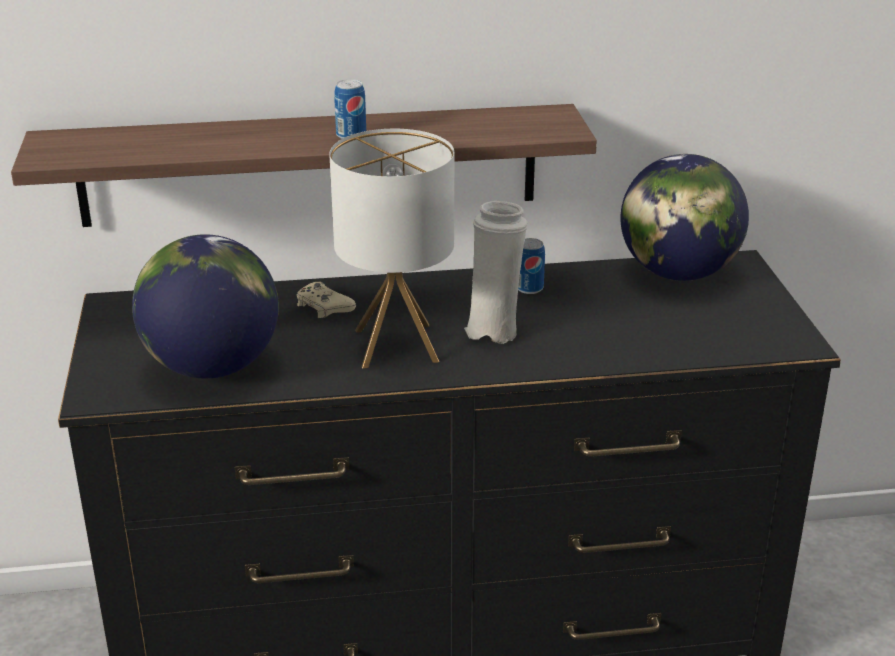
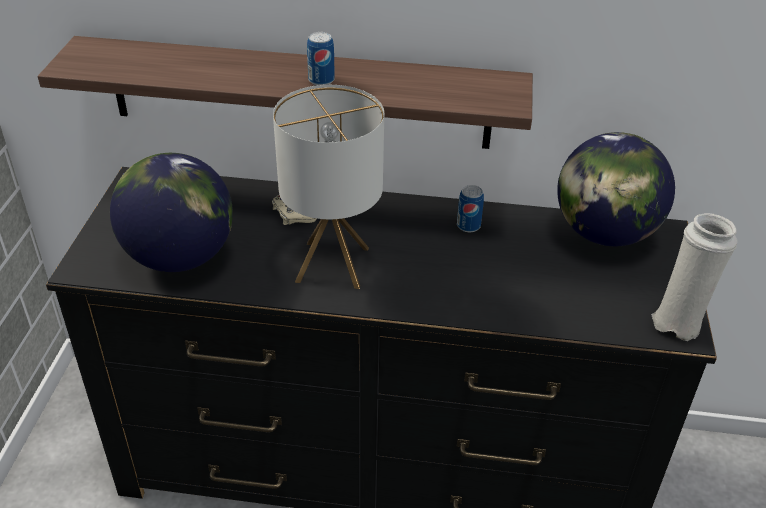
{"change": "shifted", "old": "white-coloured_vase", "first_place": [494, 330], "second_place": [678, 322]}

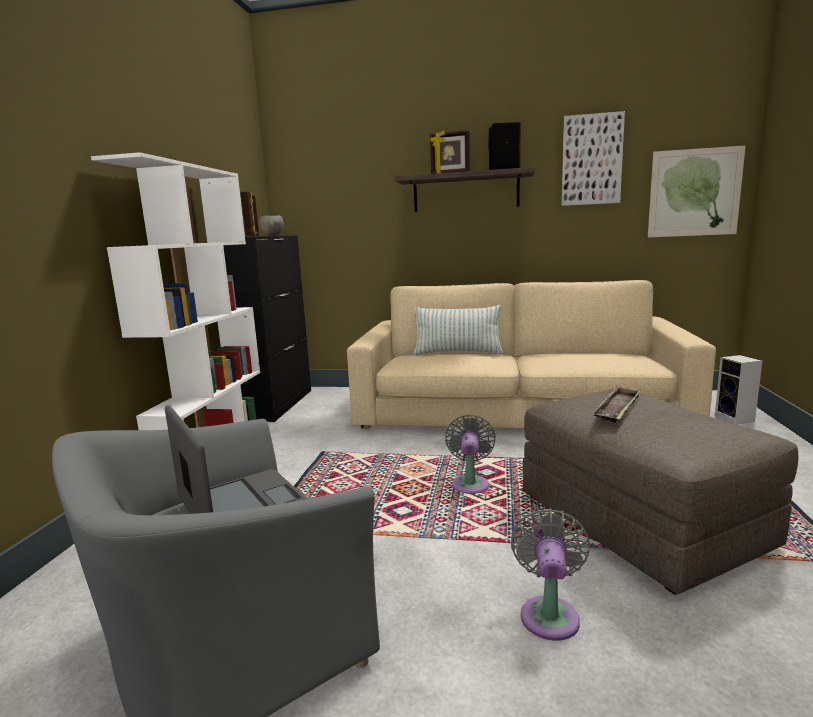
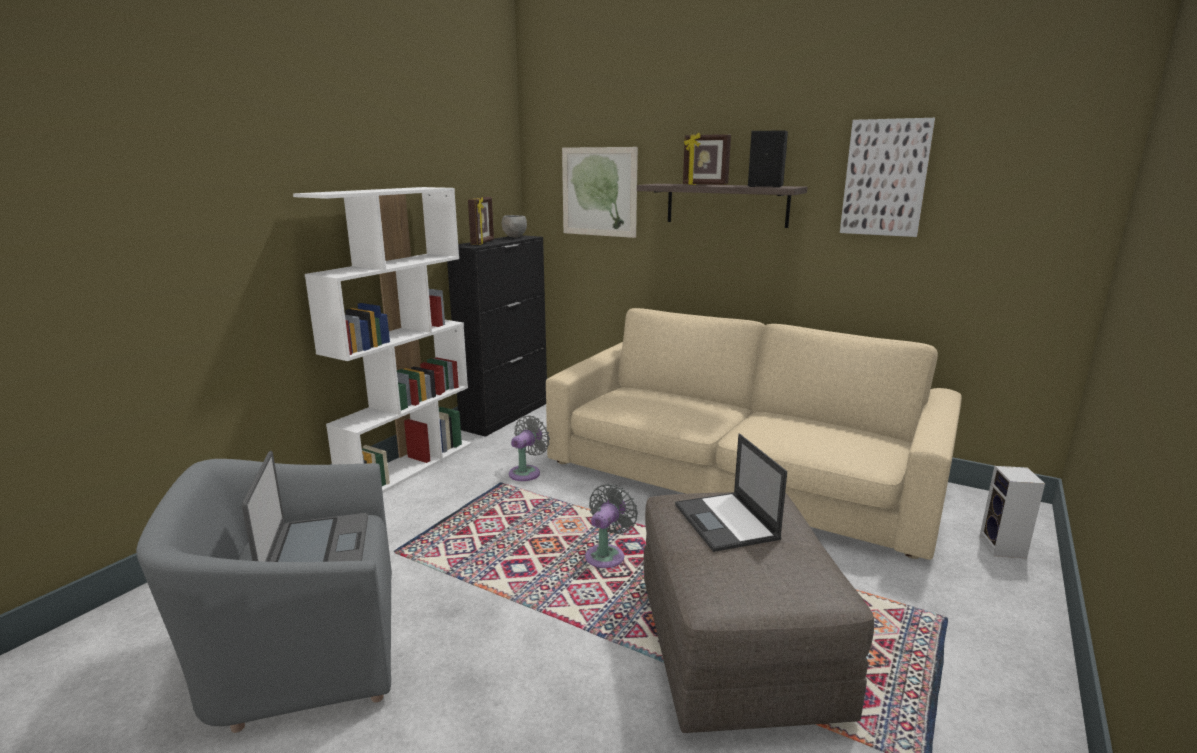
{"change": "shifted", "old": "wall_picture", "first_place": [694, 193], "second_place": [599, 192]}
{"change": "gone", "old": "cushion", "first_place": [458, 353]}
{"change": "swapped", "old": "serving_tray", "new": "laptop", "first_place": [617, 409], "second_place": [727, 522]}
{"change": "shifted", "old": "greyish_electric_fan", "first_place": [549, 613], "second_place": [527, 472]}

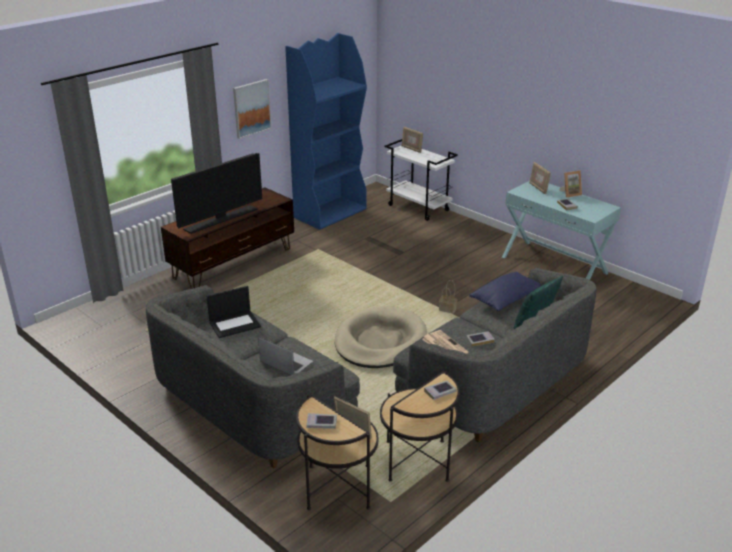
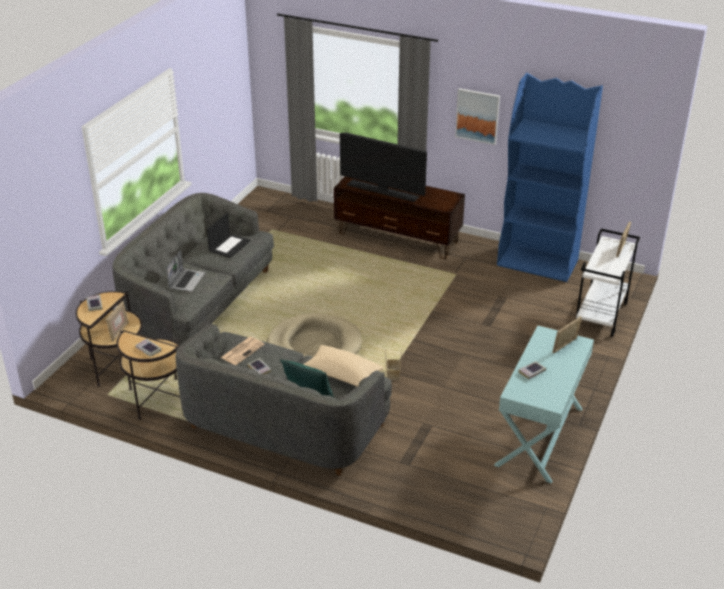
{"change": "gone", "old": "photo_frame", "first_place": [570, 194]}
{"change": "repainted", "old": "bluish_cushion", "new": "sand-coloured_cushion", "first_place": [506, 299], "second_place": [342, 375]}
{"change": "rotated", "old": "laptop", "first_place": [235, 324], "second_place": [229, 245], "degrees": -105}

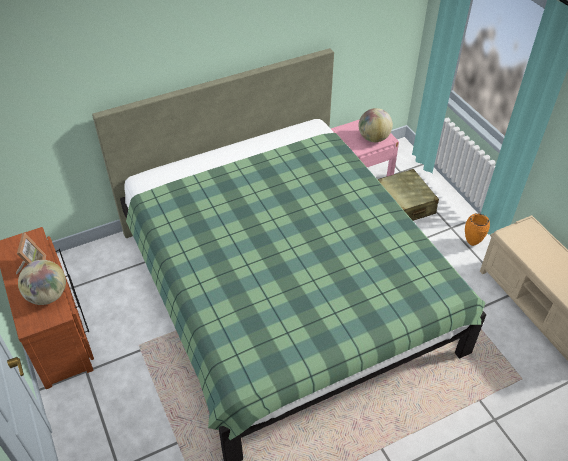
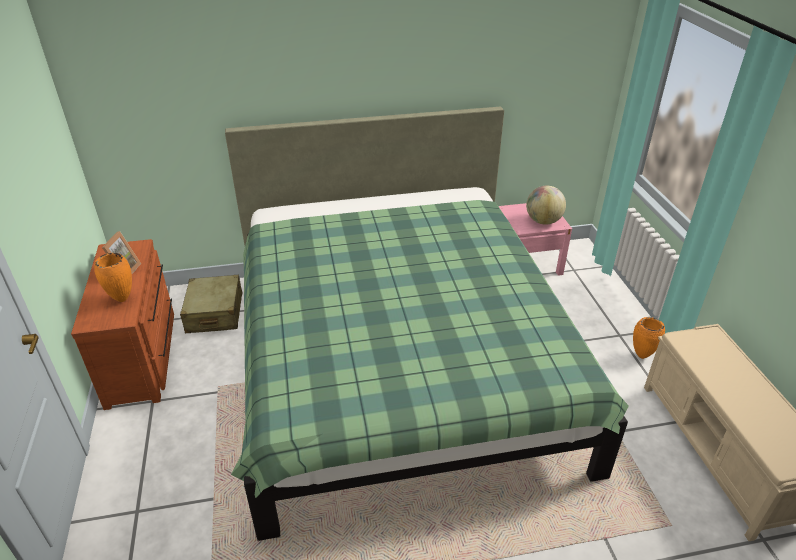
{"change": "shifted", "old": "sand-coloured_travel_case", "first_place": [405, 204], "second_place": [215, 313]}
{"change": "swapped", "old": "desk_globe", "new": "orange_vase", "first_place": [47, 296], "second_place": [122, 300]}

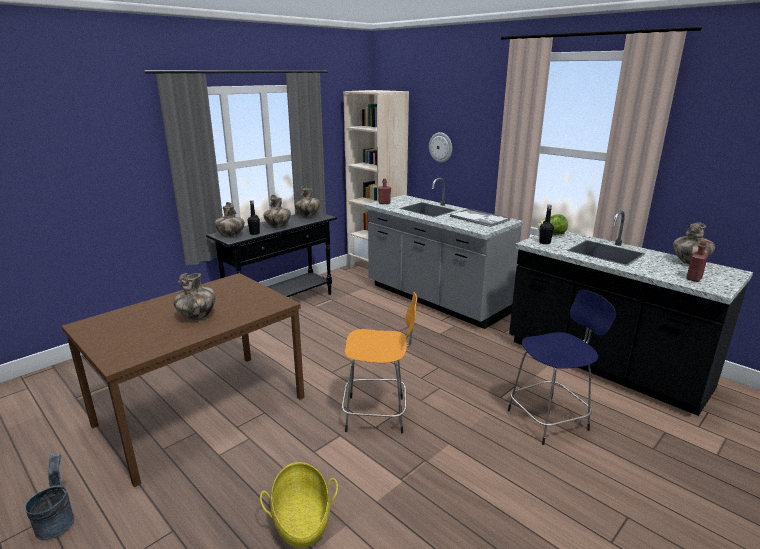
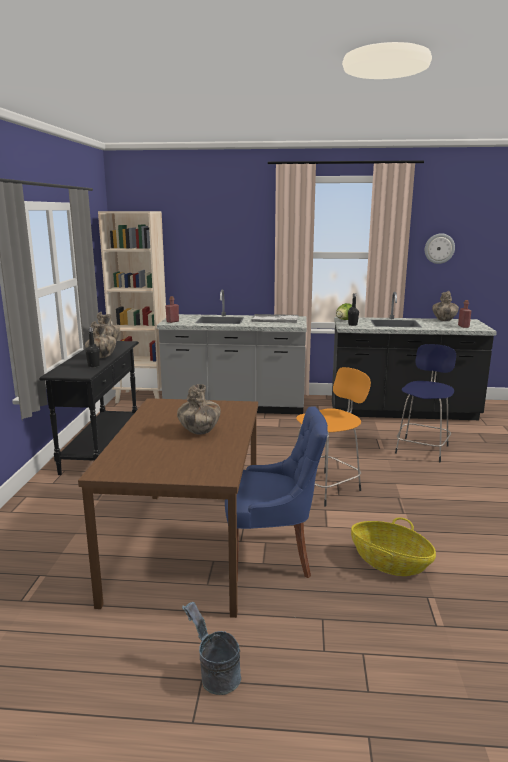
{"change": "shifted", "old": "clock_on_the_wall", "first_place": [441, 147], "second_place": [439, 248]}
{"change": "gone", "old": "vase", "first_place": [231, 236]}
{"change": "new", "new": "bluish_upright_chair", "second_place": [272, 555]}

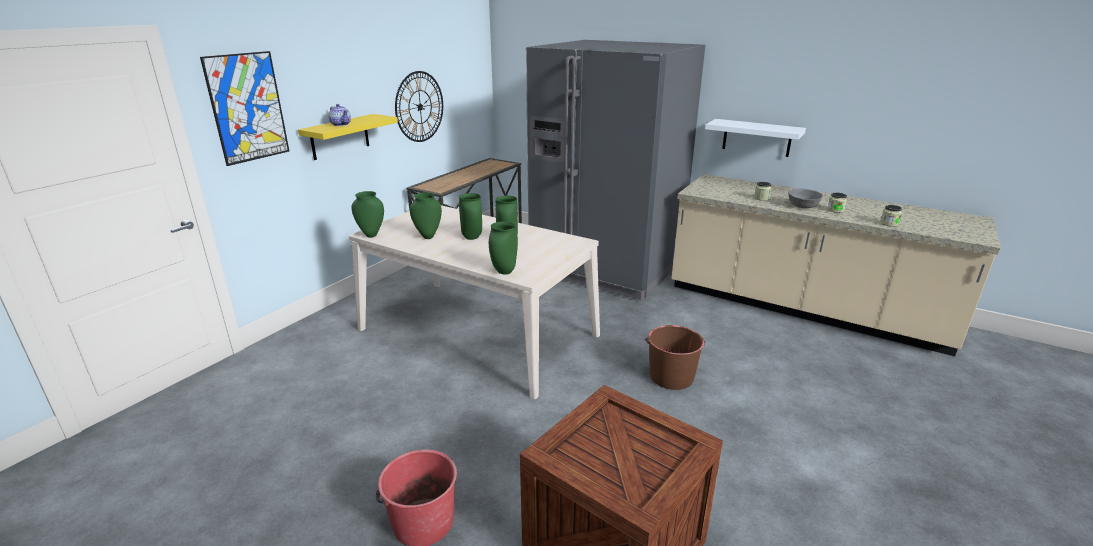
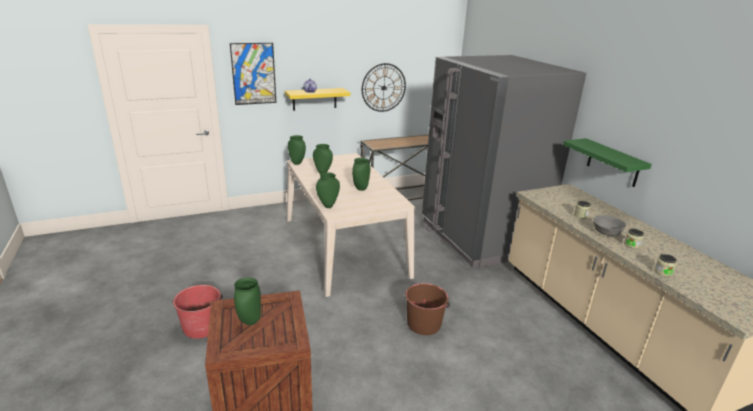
{"change": "repainted", "old": "white-coloured_bracket_shelf", "new": "greenish_bracket_shelf", "first_place": [756, 137], "second_place": [613, 163]}
{"change": "shifted", "old": "greenish_vase", "first_place": [471, 237], "second_place": [249, 321]}

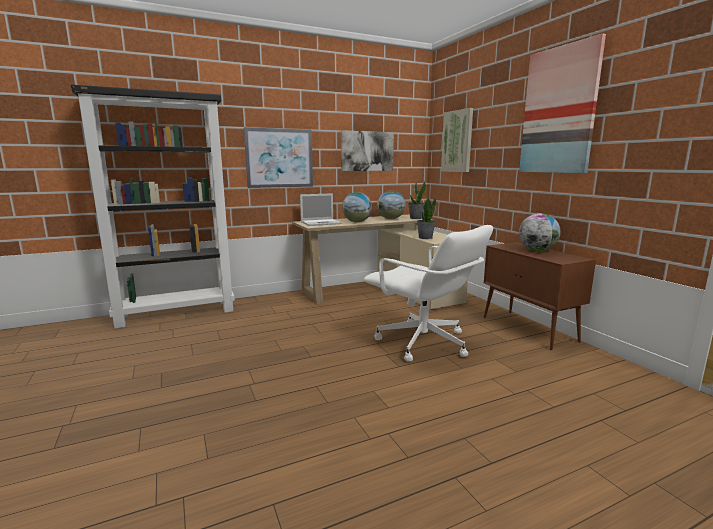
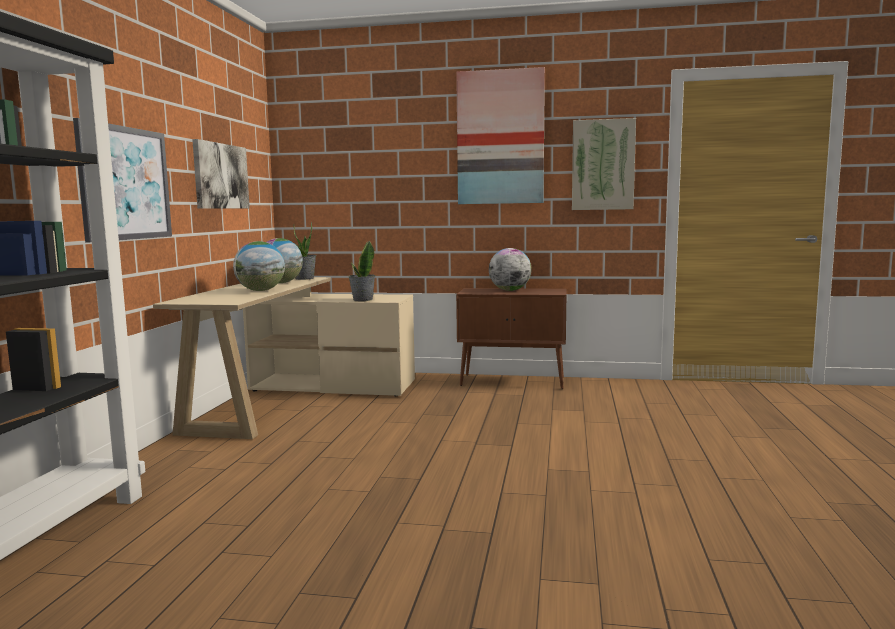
{"change": "shifted", "old": "wall_picture", "first_place": [457, 141], "second_place": [603, 165]}
{"change": "gone", "old": "laptop", "first_place": [321, 223]}
{"change": "gone", "old": "white-coloured_office_chair", "first_place": [423, 343]}

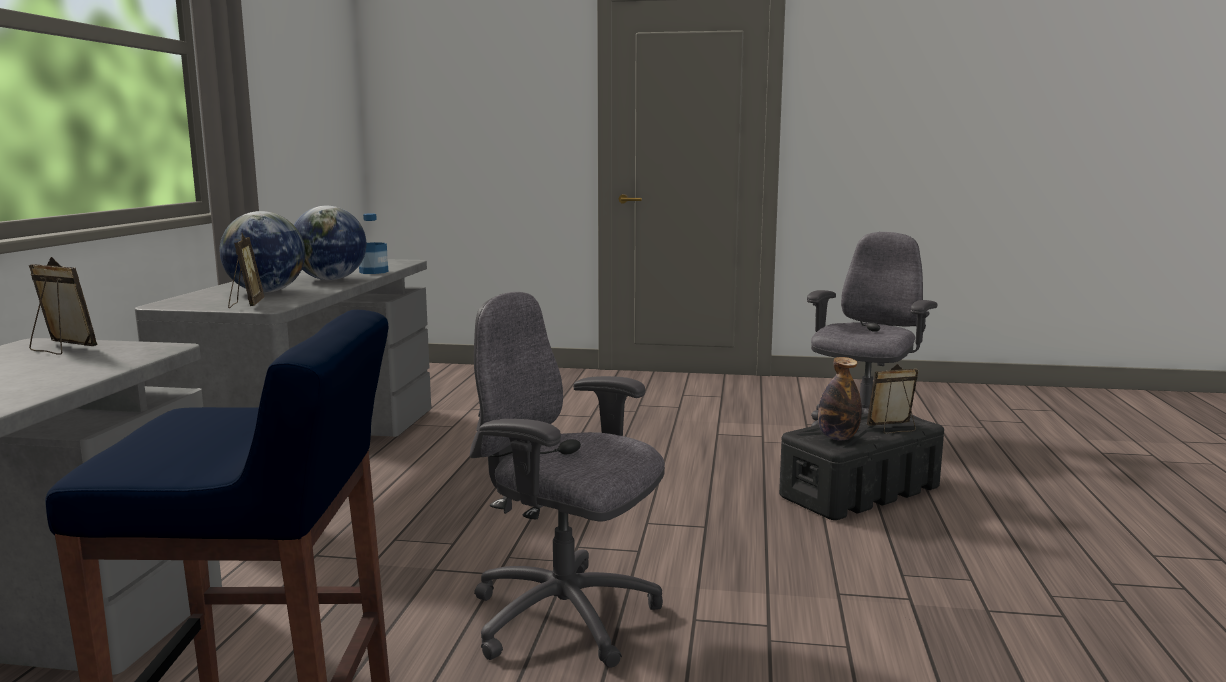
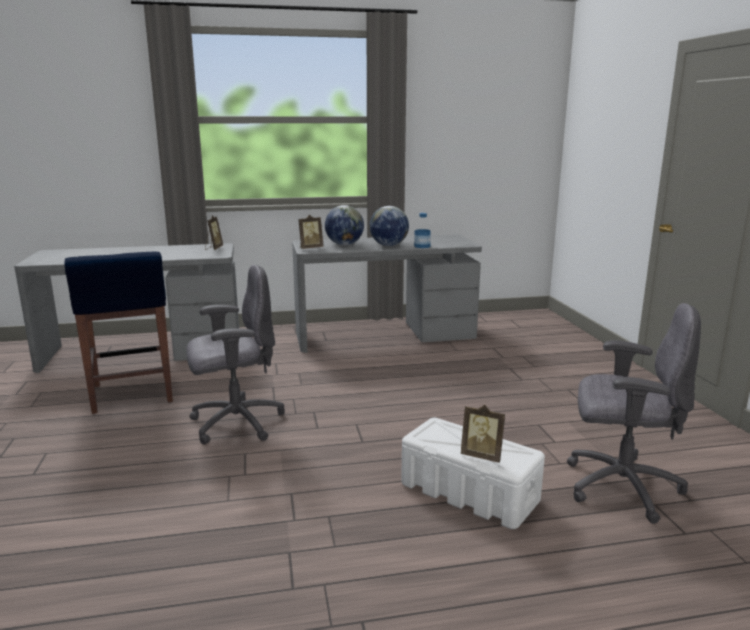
{"change": "rotated", "old": "greyish_office_chair", "first_place": [566, 619], "second_place": [235, 423], "degrees": 60}
{"change": "gone", "old": "bottle", "first_place": [837, 437]}
{"change": "rotated", "old": "photo_frame", "first_place": [893, 429], "second_place": [482, 455], "degrees": 150}
{"change": "repainted", "old": "blackish_storage_bin", "new": "white-coloured_storage_bin", "first_place": [861, 491], "second_place": [470, 492]}

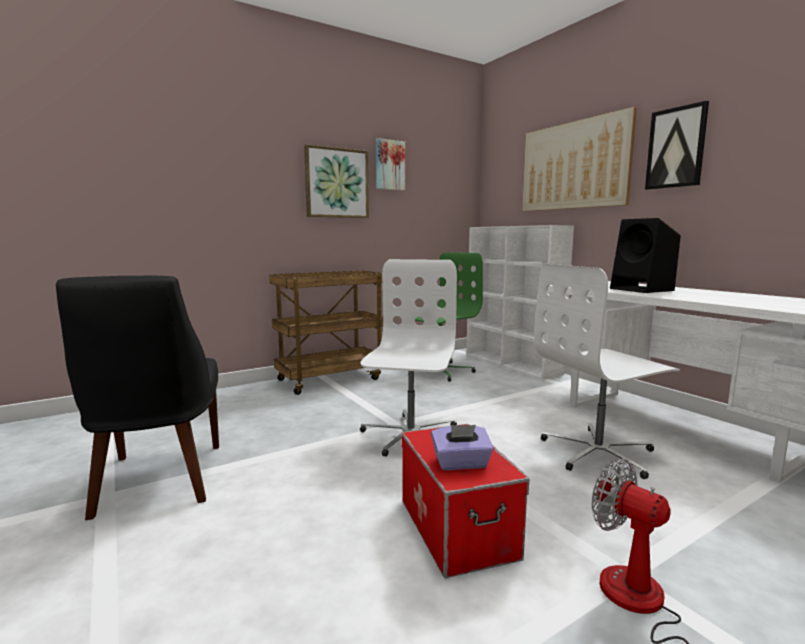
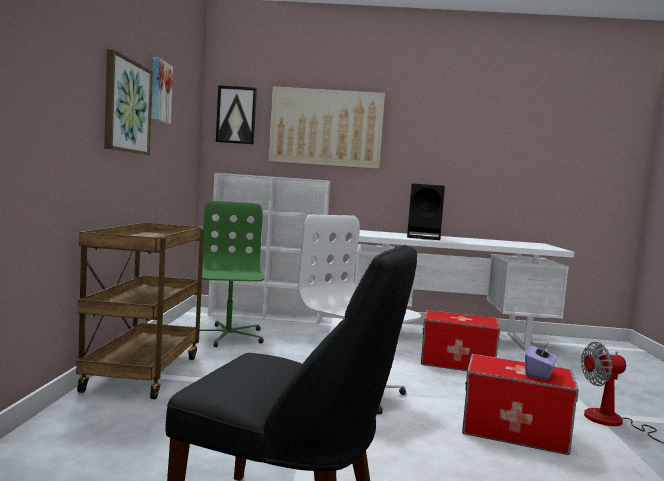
{"change": "shifted", "old": "wall_picture", "first_place": [676, 148], "second_place": [236, 115]}
{"change": "swapped", "old": "white-coloured_office_chair", "new": "storage_bin", "first_place": [599, 453], "second_place": [457, 363]}

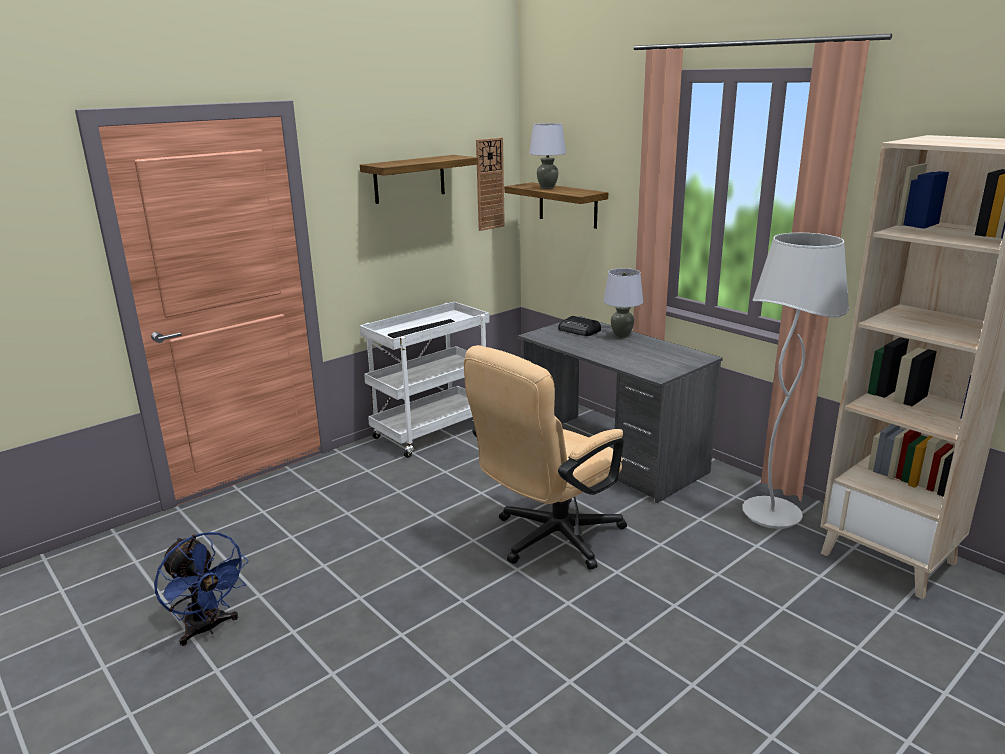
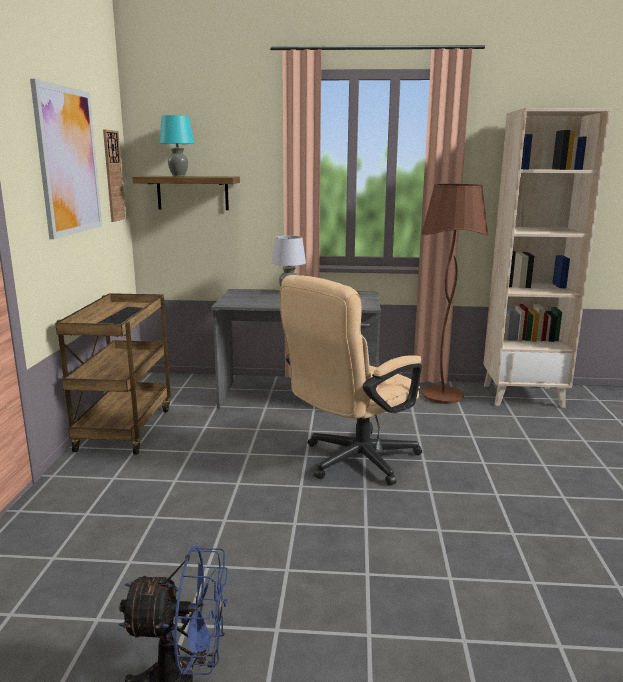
{"change": "repainted", "old": "greyish_tabletop_lamp", "new": "turquoise-coloured_tabletop_lamp", "first_place": [547, 188], "second_place": [178, 176]}
{"change": "swapped", "old": "bracket_shelf", "new": "wall_picture", "first_place": [409, 179], "second_place": [68, 161]}
{"change": "repainted", "old": "white-coloured_standing_lamp", "new": "brown_standing_lamp", "first_place": [771, 515], "second_place": [442, 396]}
{"change": "repainted", "old": "white-coloured_wheeled_cart", "new": "brown_wheeled_cart", "first_place": [432, 431], "second_place": [124, 428]}
{"change": "gone", "old": "radio", "first_place": [579, 330]}
{"change": "rotated", "old": "sand-coloured_office_chair", "first_place": [548, 540], "second_place": [351, 462], "degrees": 45}

